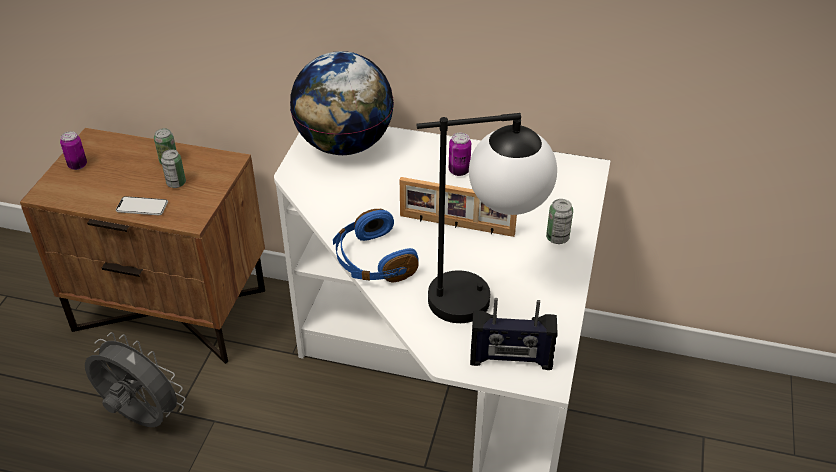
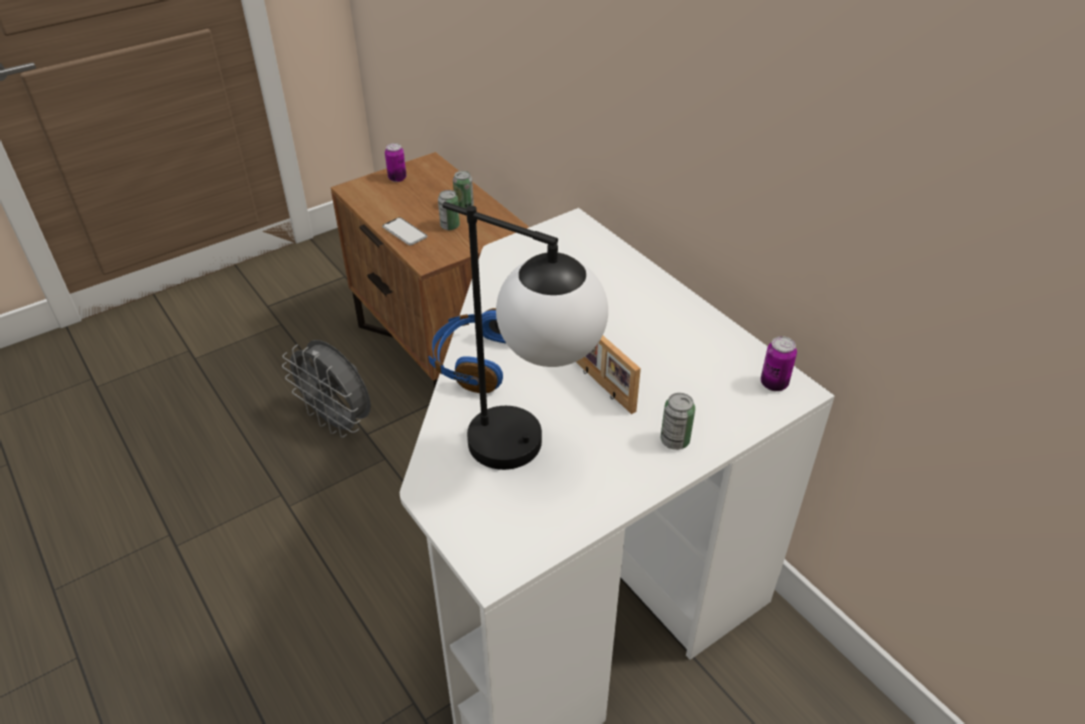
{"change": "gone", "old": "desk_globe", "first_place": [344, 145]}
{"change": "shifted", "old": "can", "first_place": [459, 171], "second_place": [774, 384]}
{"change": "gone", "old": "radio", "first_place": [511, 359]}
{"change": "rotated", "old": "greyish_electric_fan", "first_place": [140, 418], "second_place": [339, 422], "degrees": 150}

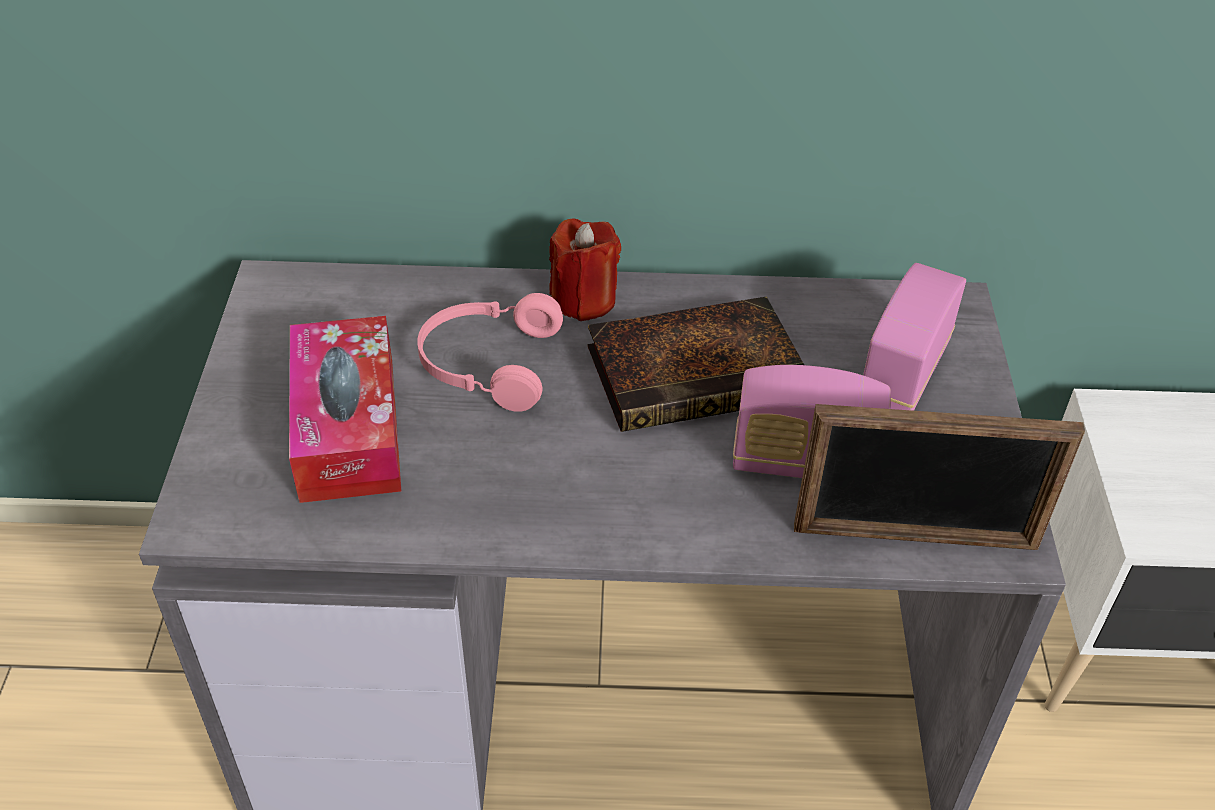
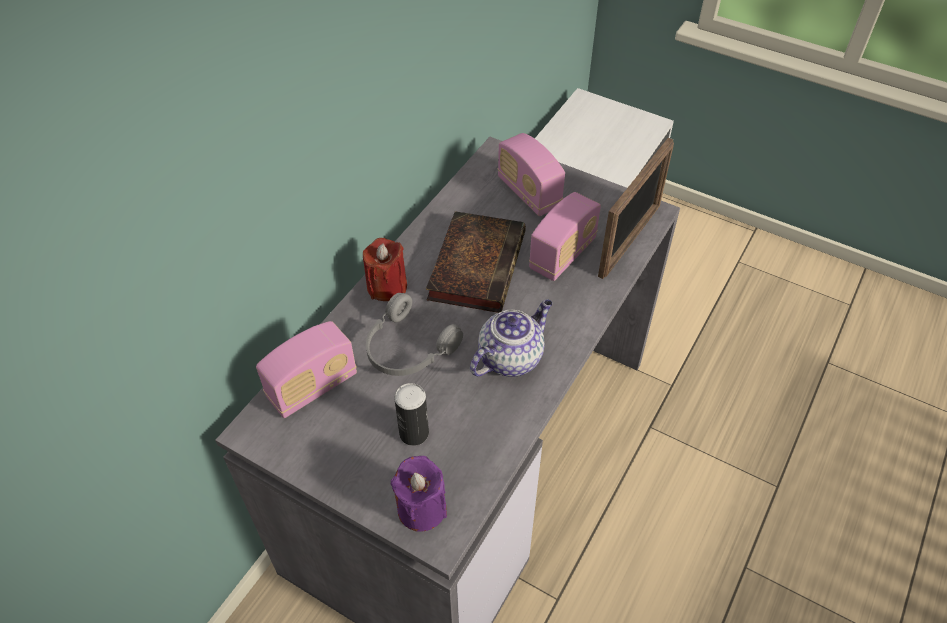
{"change": "repainted", "old": "pinkish_headphones", "new": "greyish_headphones", "first_place": [487, 364], "second_place": [407, 349]}
{"change": "swapped", "old": "box_of_tissues", "new": "can", "first_place": [348, 428], "second_place": [414, 433]}
{"change": "new", "new": "pot_for_tea", "second_place": [511, 357]}
{"change": "new", "new": "radio", "second_place": [312, 387]}
{"change": "new", "new": "purple_candle", "second_place": [421, 508]}

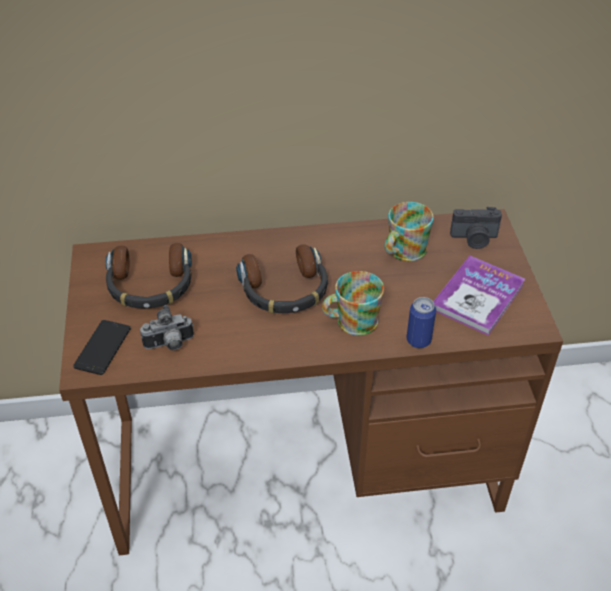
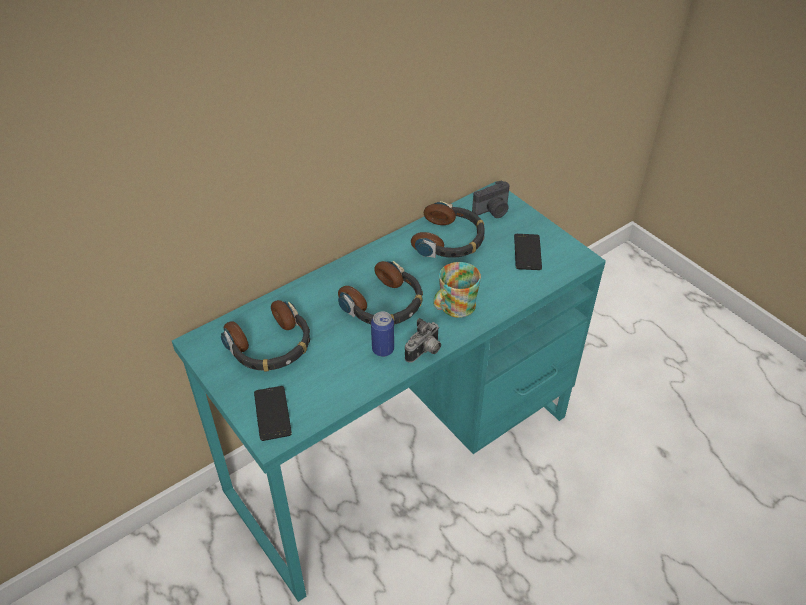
{"change": "swapped", "old": "tea_mug", "new": "headphones", "first_place": [403, 252], "second_place": [450, 240]}
{"change": "repainted", "old": "brown_desk_unit", "new": "turquoise-coloured_desk_unit", "first_place": [306, 464], "second_place": [401, 452]}
{"change": "swapped", "old": "volume", "new": "telephone", "first_place": [477, 297], "second_place": [527, 252]}
{"change": "shifted", "old": "can", "first_place": [418, 340], "second_place": [383, 349]}
{"change": "shifted", "old": "photo_camera", "first_place": [169, 345], "second_place": [425, 352]}

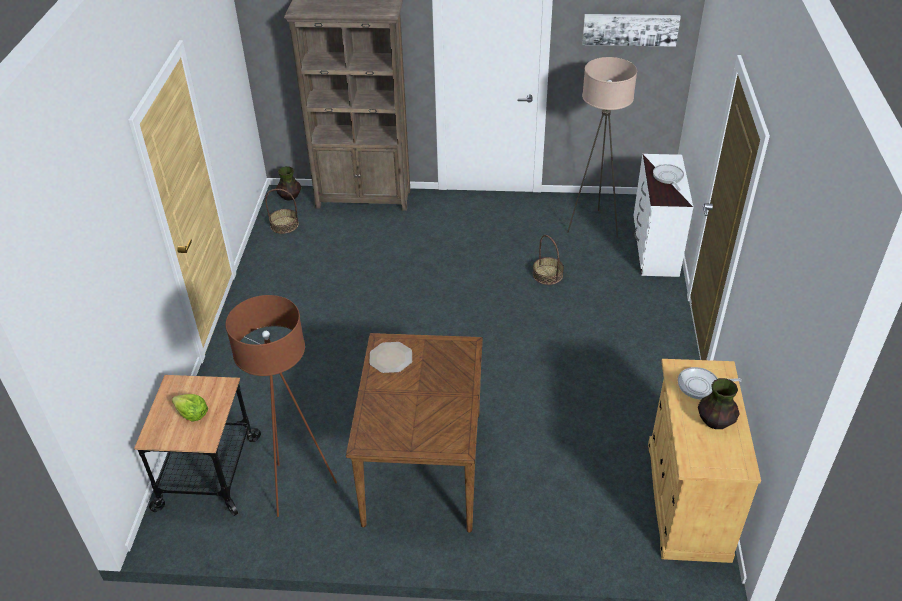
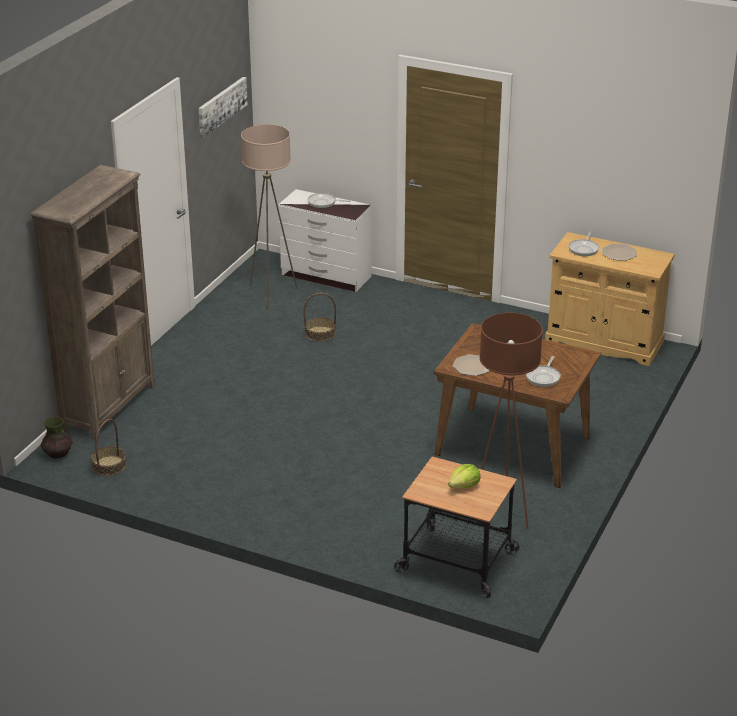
{"change": "swapped", "old": "vase", "new": "plate", "first_place": [715, 421], "second_place": [619, 253]}
{"change": "new", "new": "pan", "second_place": [544, 377]}

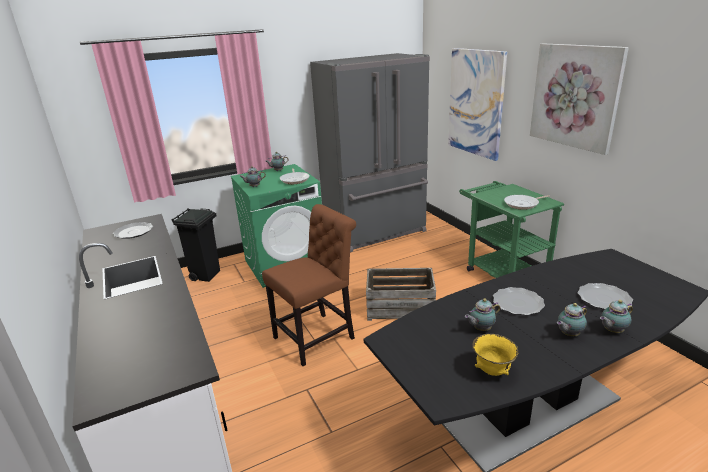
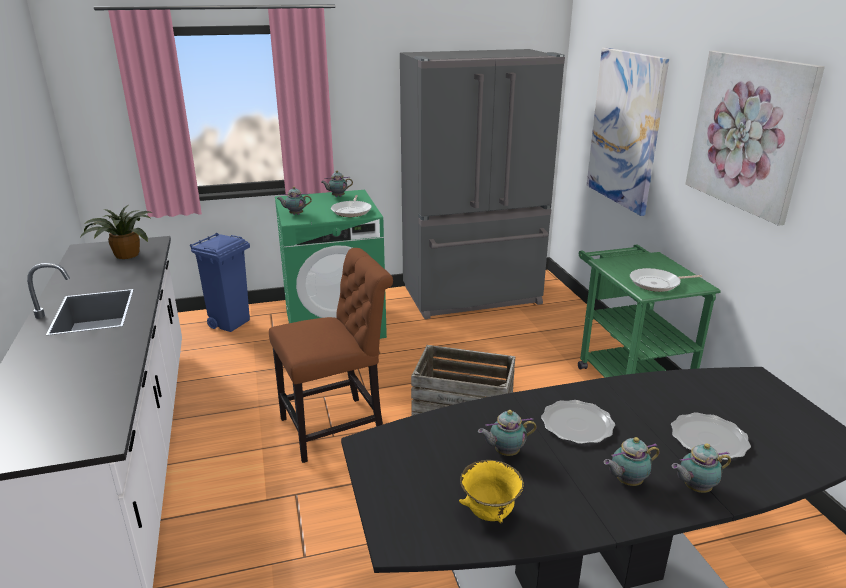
{"change": "repainted", "old": "blackish_trash_can", "new": "bluish_trash_can", "first_place": [206, 275], "second_place": [230, 323]}
{"change": "swapped", "old": "plate", "new": "potted_plant", "first_place": [133, 232], "second_place": [124, 255]}

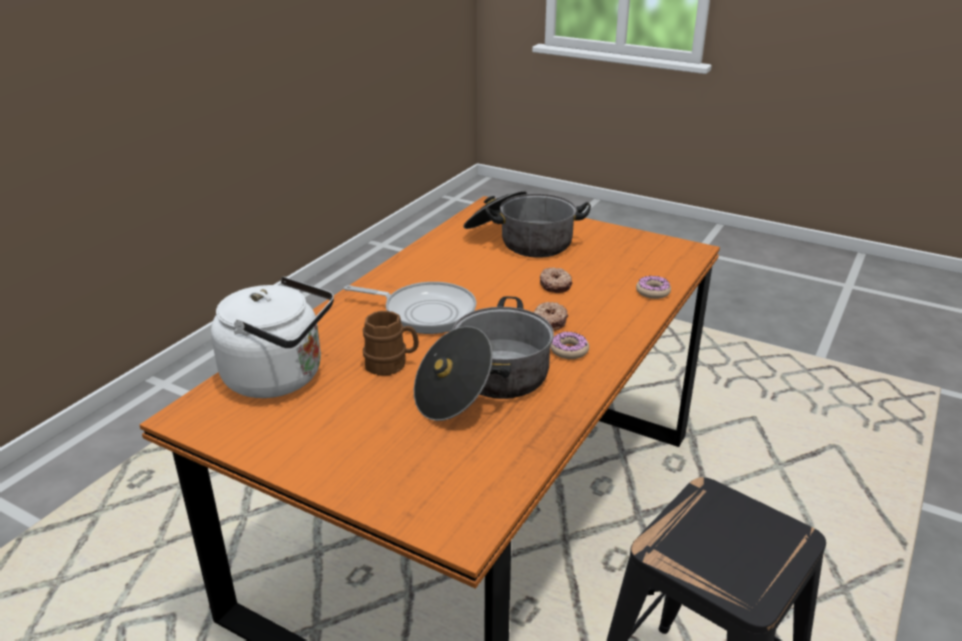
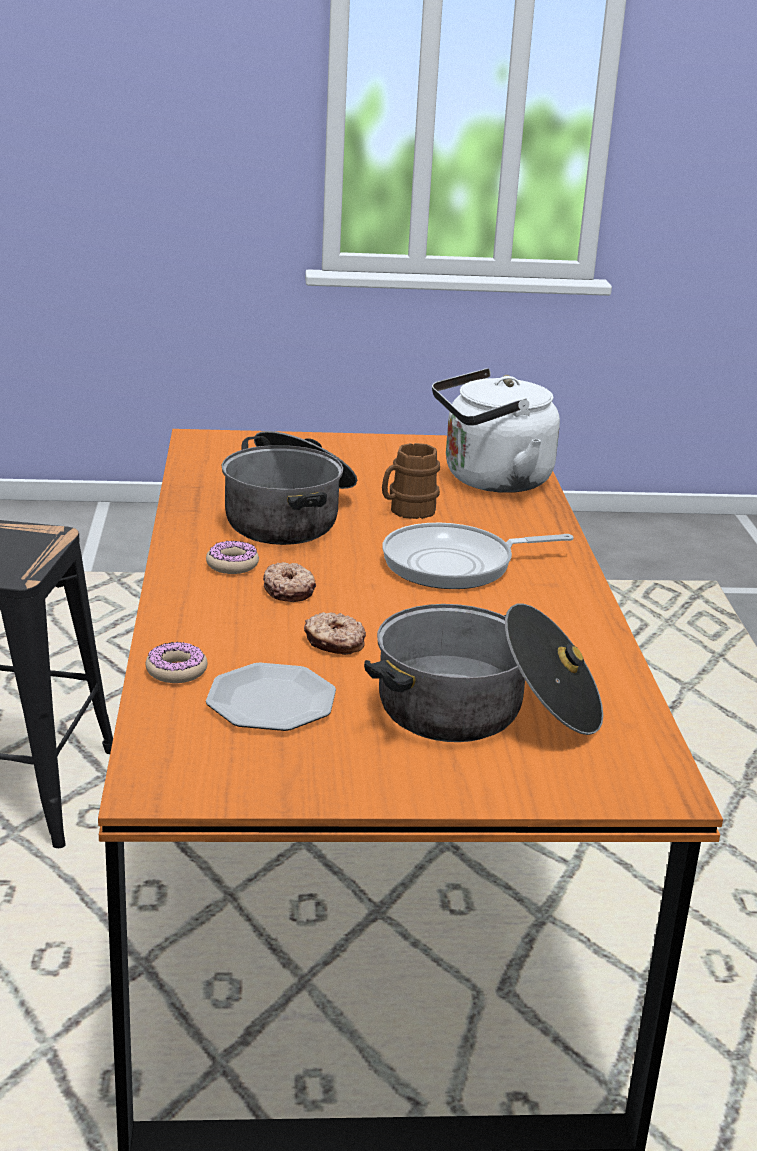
{"change": "new", "new": "plate", "second_place": [272, 702]}

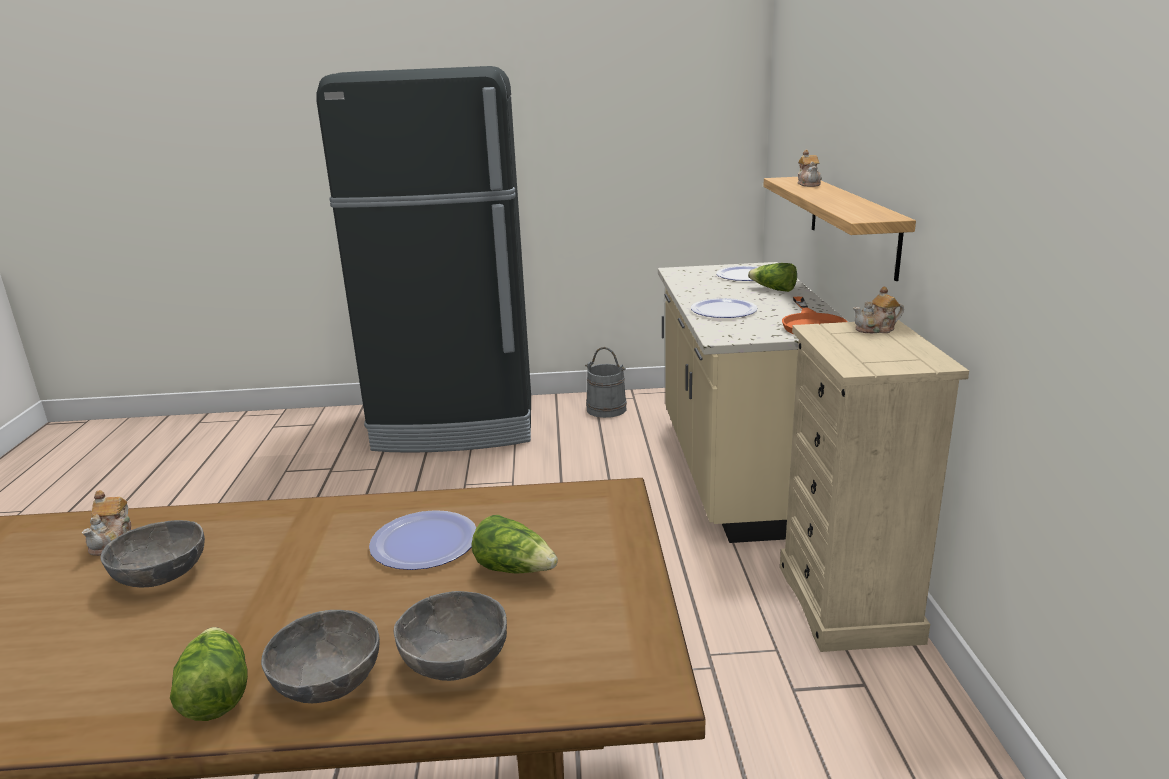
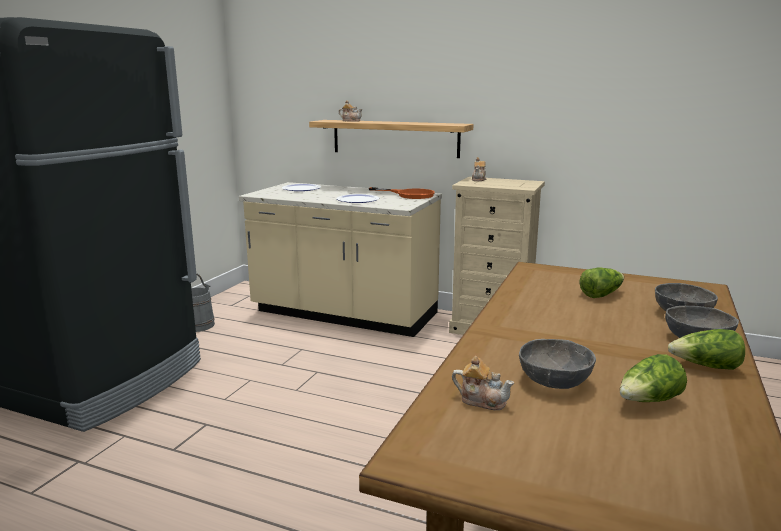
{"change": "shifted", "old": "head_of_lettuce", "first_place": [773, 289], "second_place": [649, 401]}
{"change": "gone", "old": "plate", "first_place": [424, 542]}

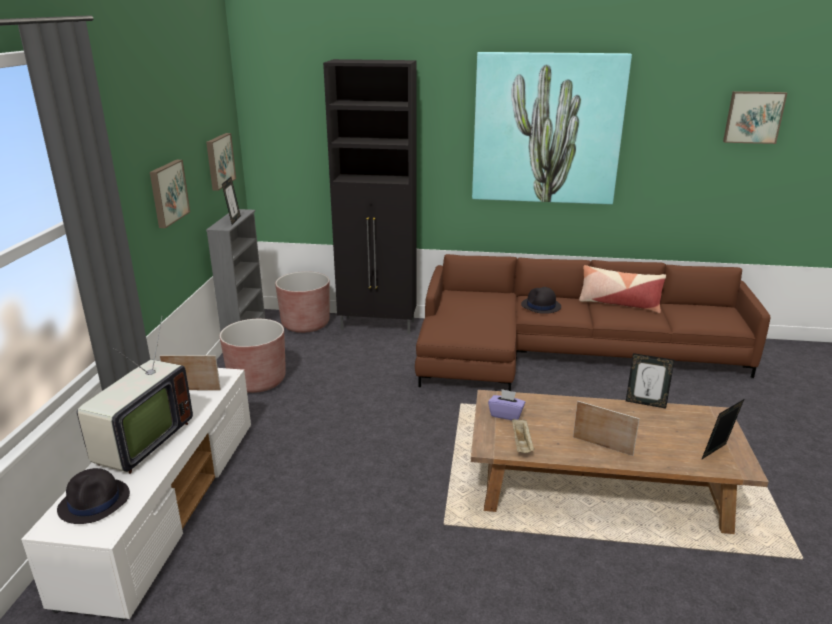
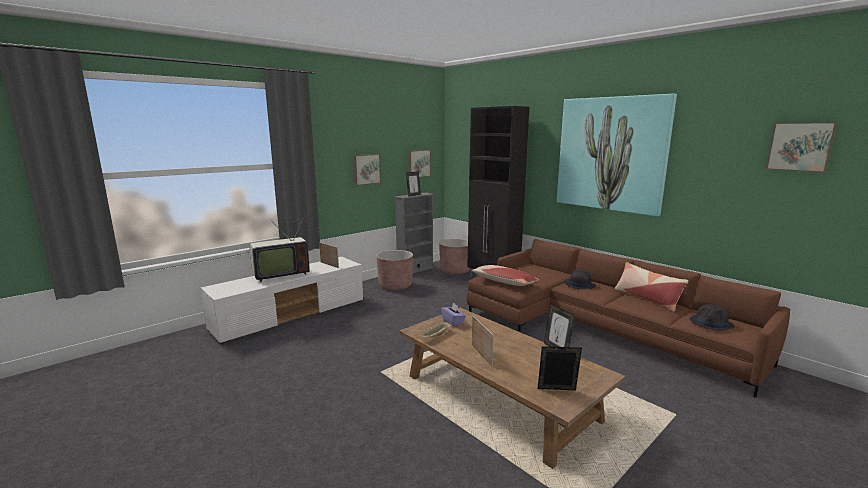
{"change": "shifted", "old": "blackish_clothing_hat", "first_place": [95, 502], "second_place": [711, 323]}
{"change": "new", "new": "cushion", "second_place": [503, 282]}

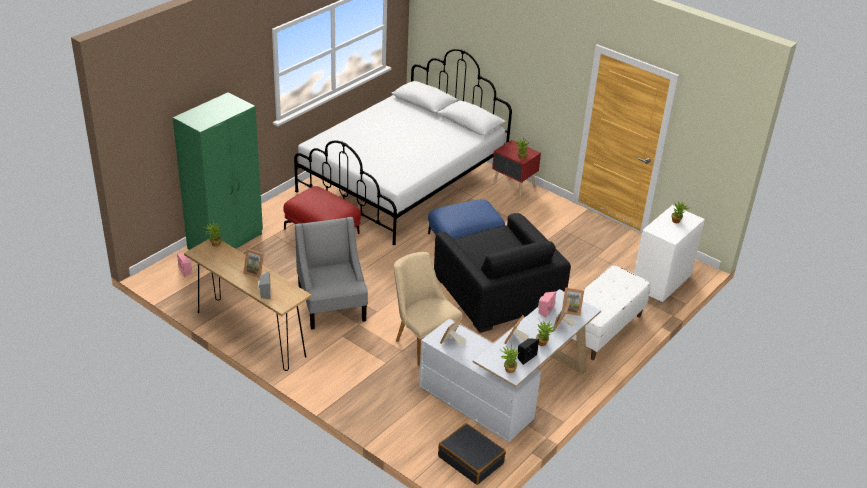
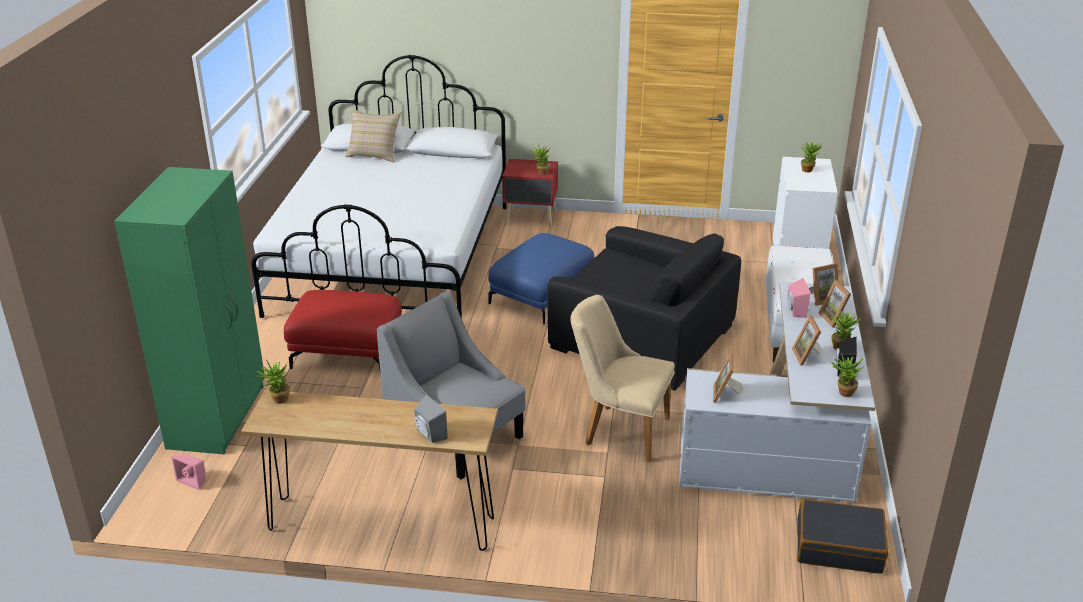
{"change": "gone", "old": "photo_frame", "first_place": [255, 272]}
{"change": "new", "new": "sand-coloured_cushion", "second_place": [374, 154]}

